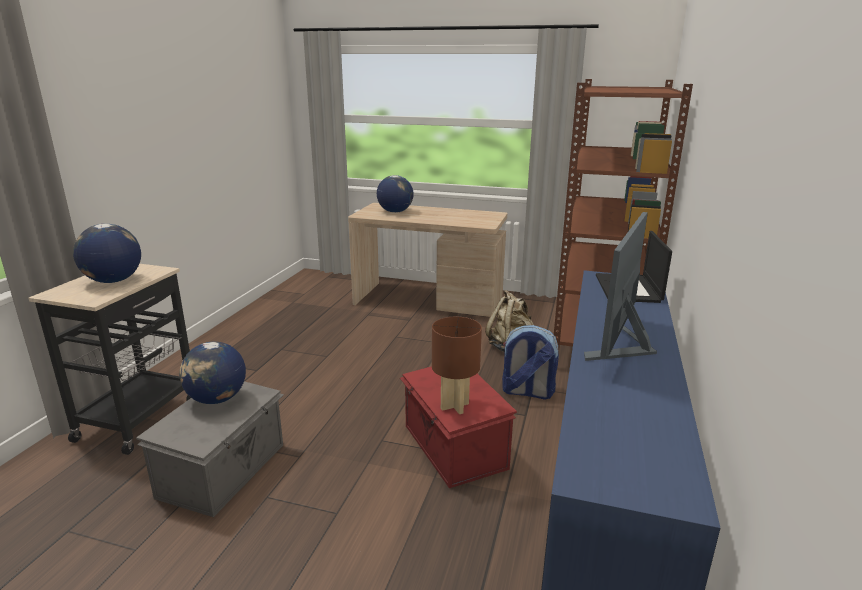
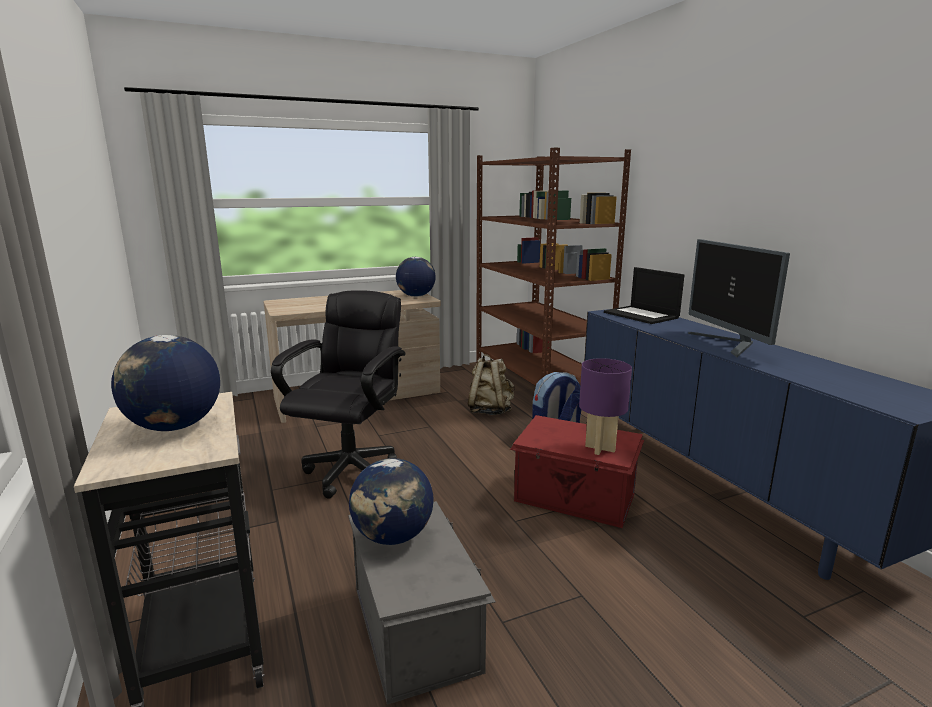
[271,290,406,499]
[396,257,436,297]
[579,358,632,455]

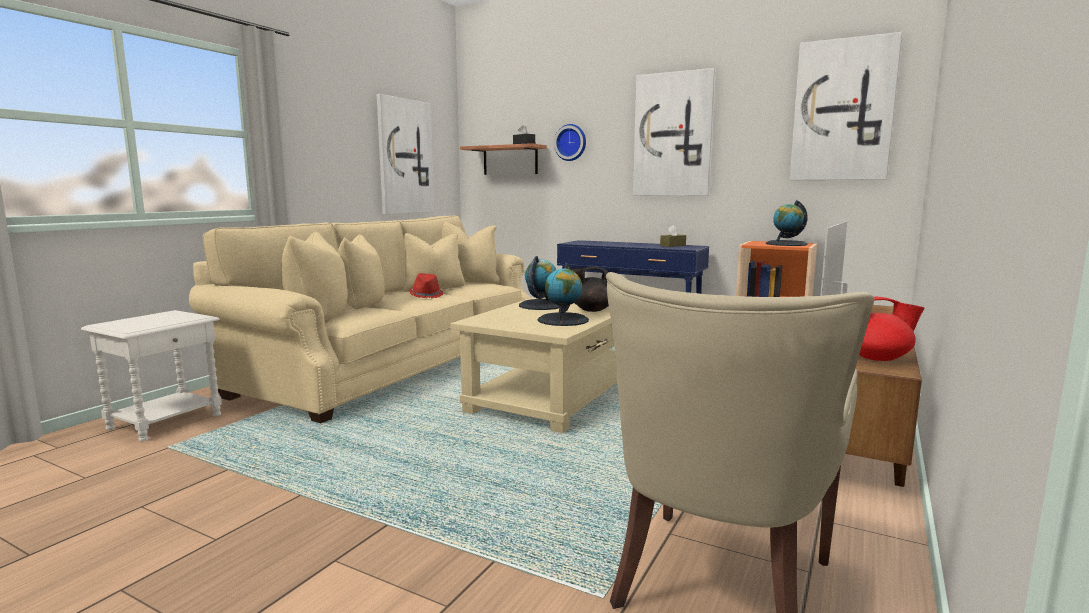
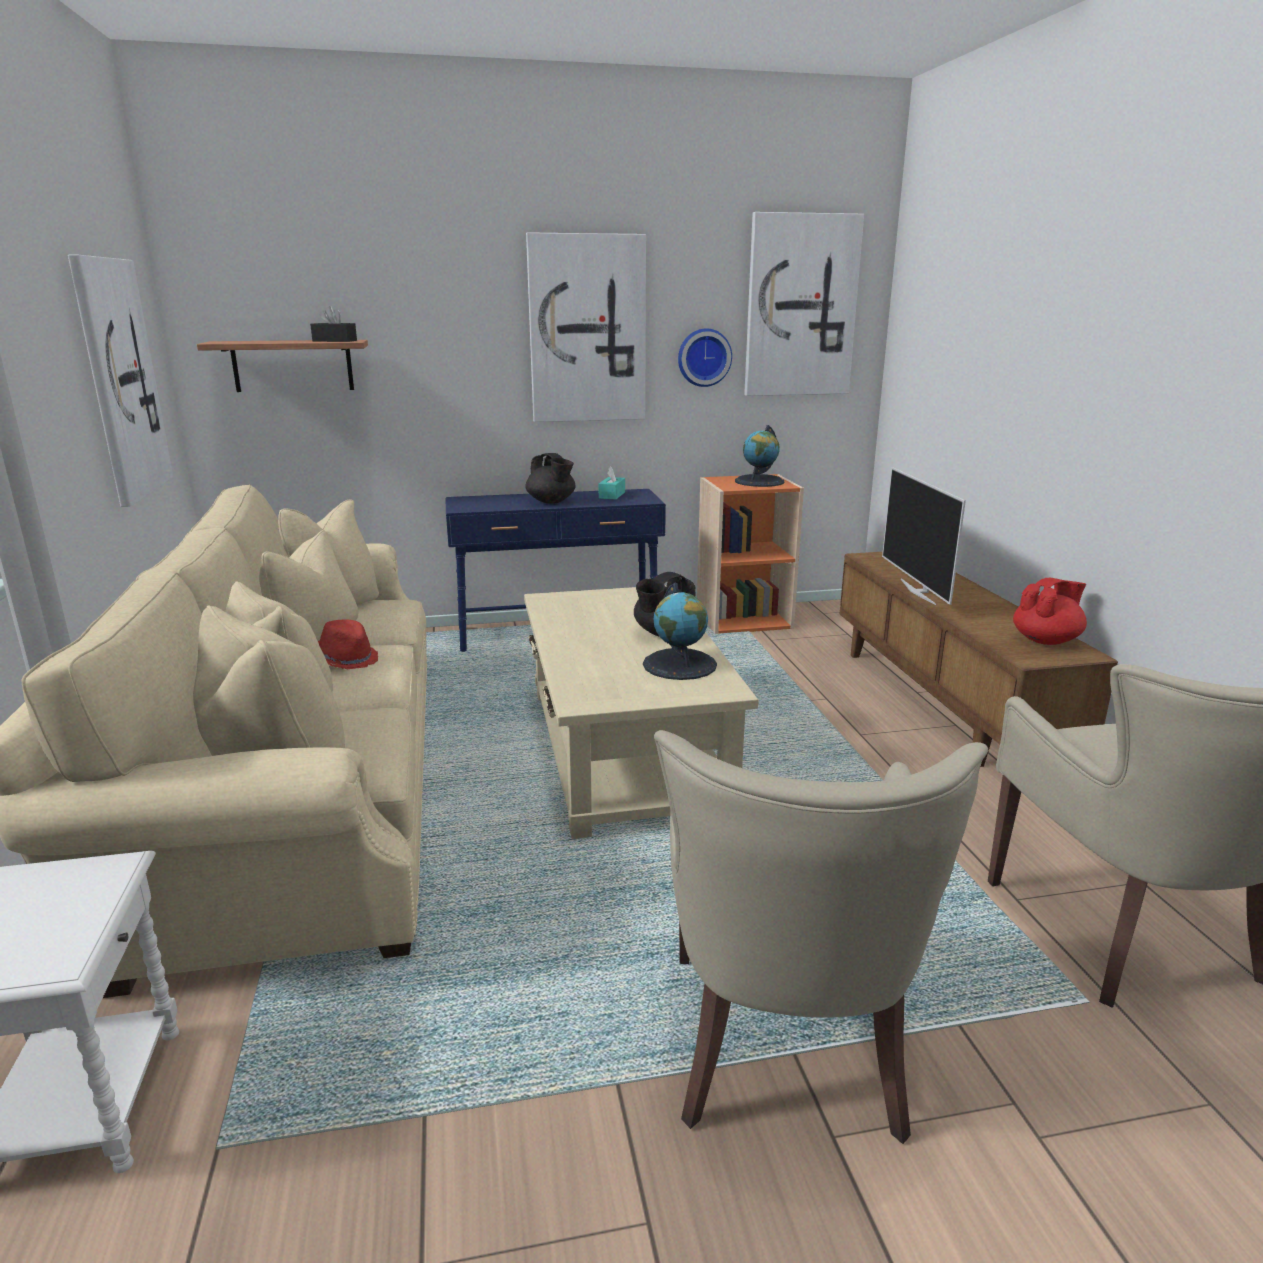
[525,453,576,504]
[599,466,625,500]
[654,730,988,1144]
[678,328,732,387]
[519,256,559,310] (first image)

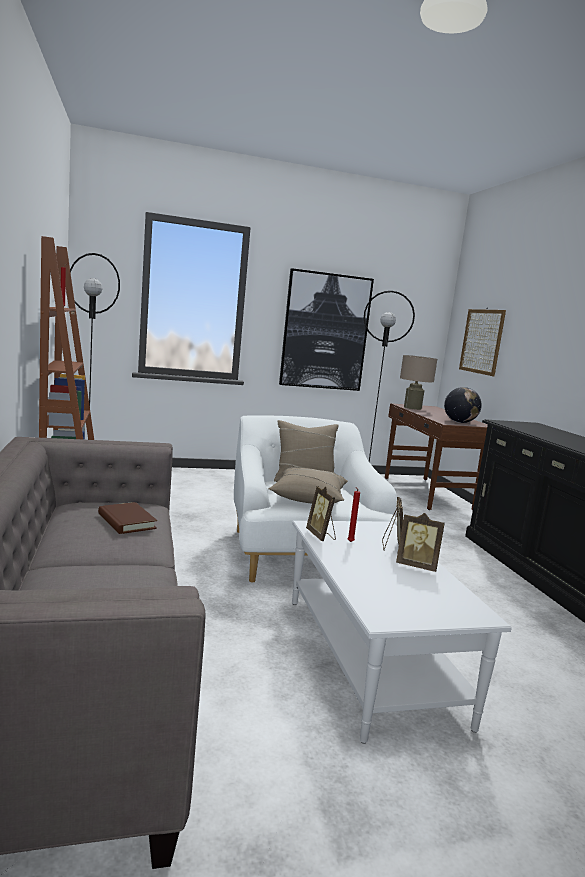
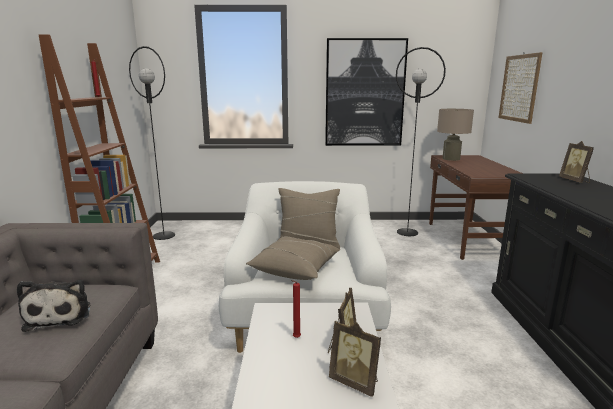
[17,280,90,332]
[559,141,594,183]
[444,387,482,423] (first image)

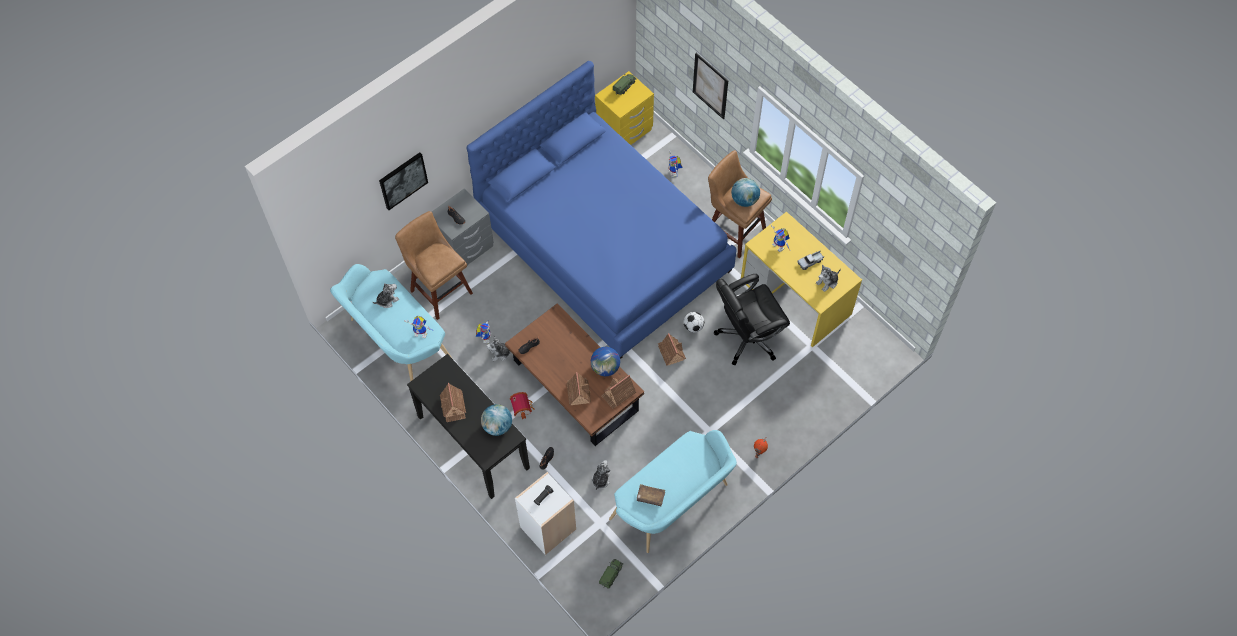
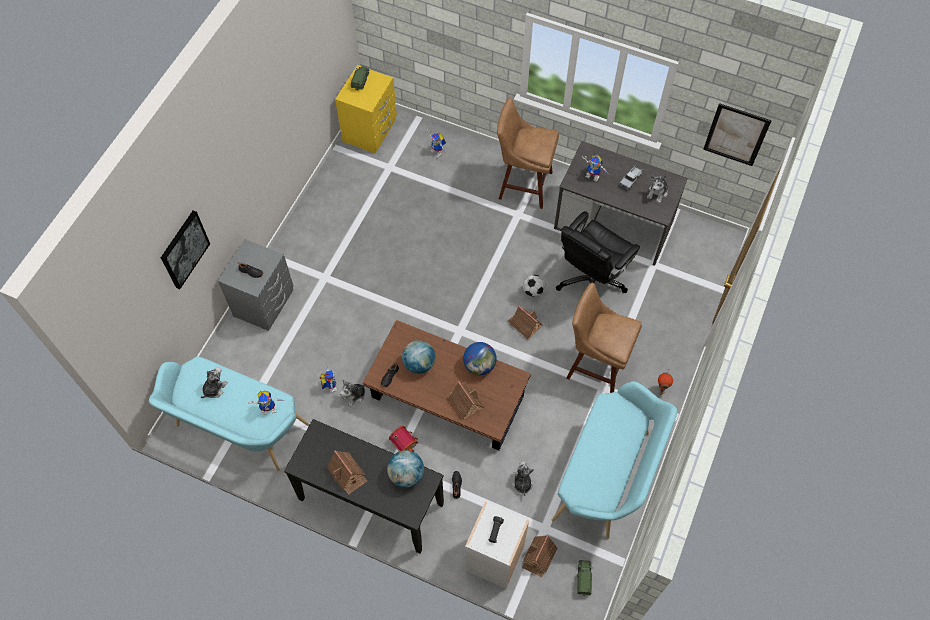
[402,340,435,374]
[522,535,557,577]
[554,141,688,266]
[566,283,642,393]
[703,103,772,166]
[467,61,737,359] (first image)
[637,484,665,506] (first image)

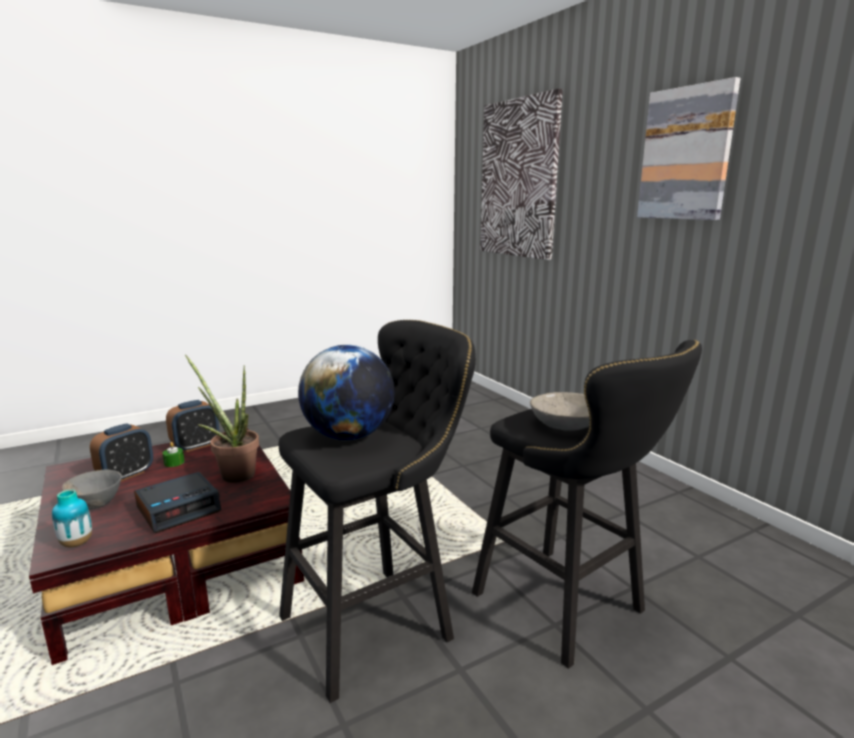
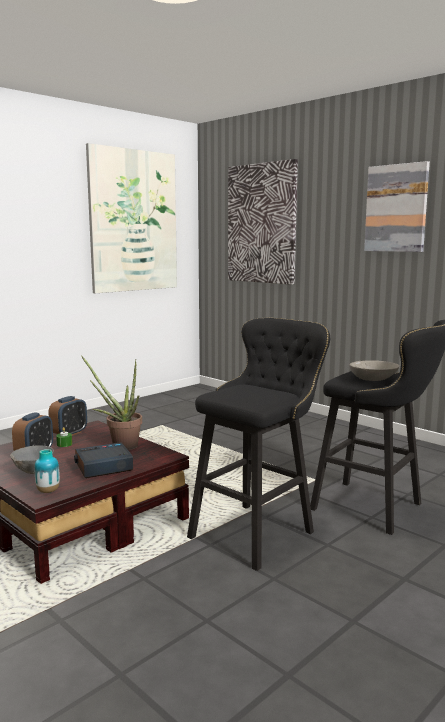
[74,442,133,478]
[86,143,177,293]
[298,345,395,440] (first image)

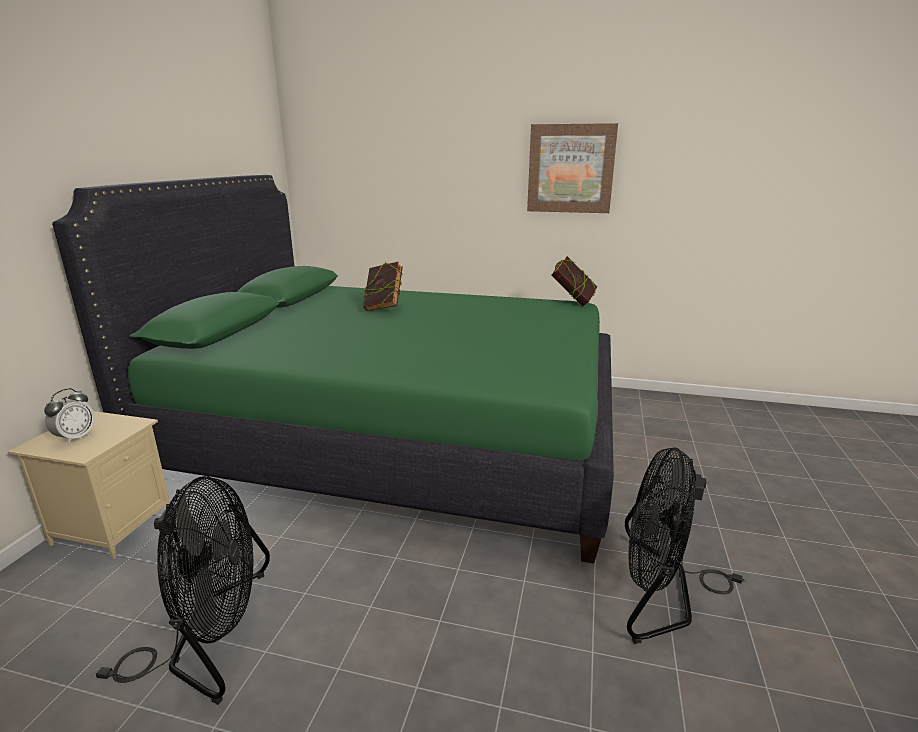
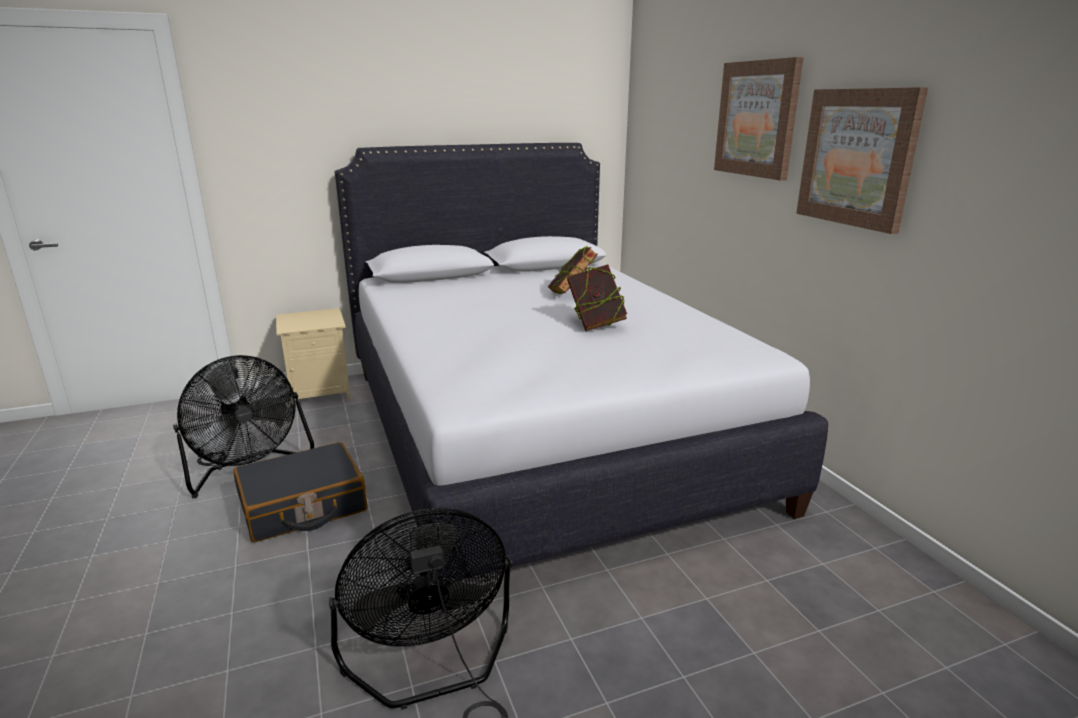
[233,442,367,542]
[335,143,828,611]
[567,264,627,331]
[714,57,803,180]
[44,388,95,444] (first image)

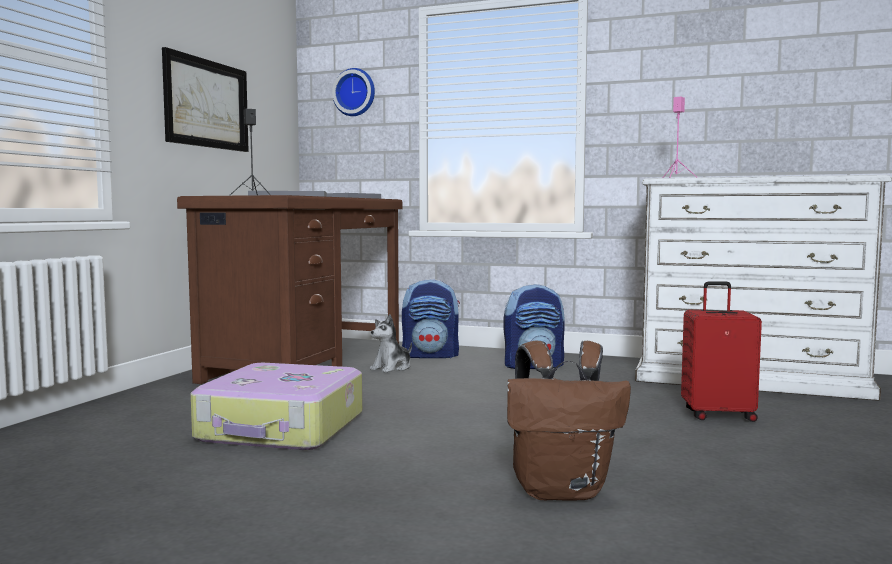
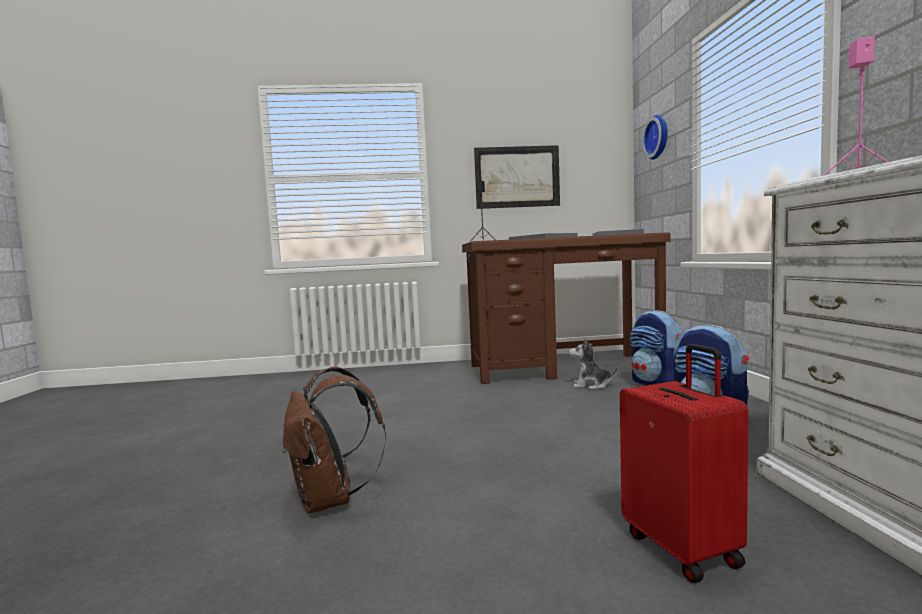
[191,363,363,450] (first image)

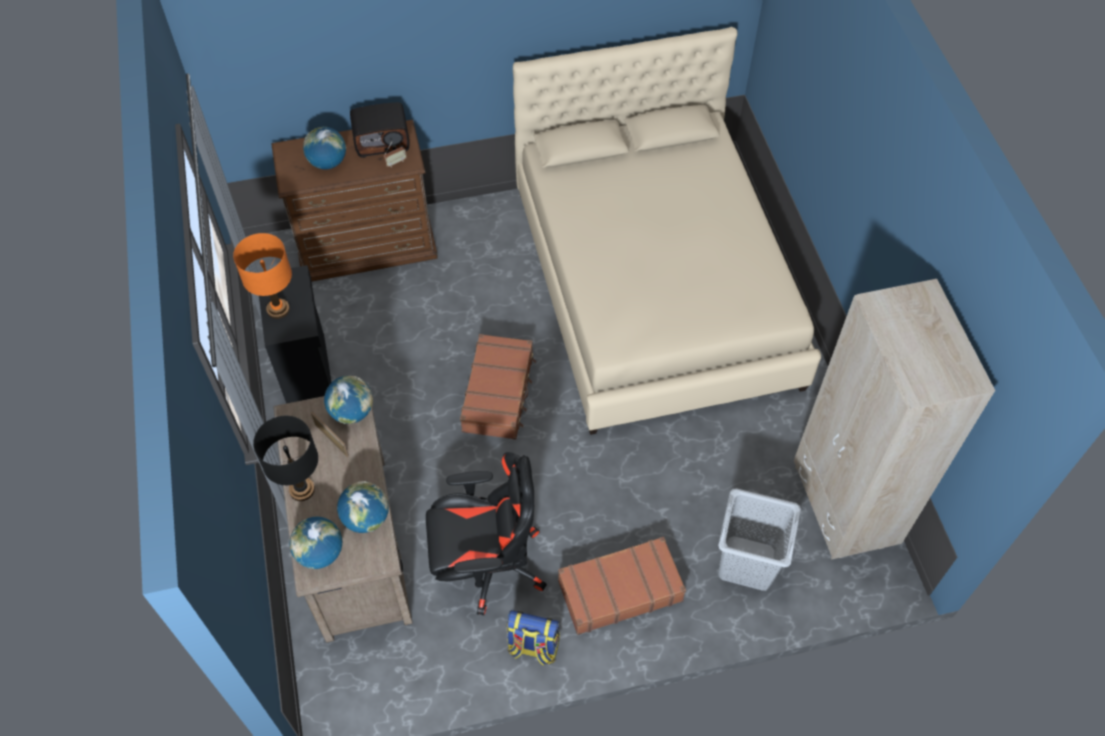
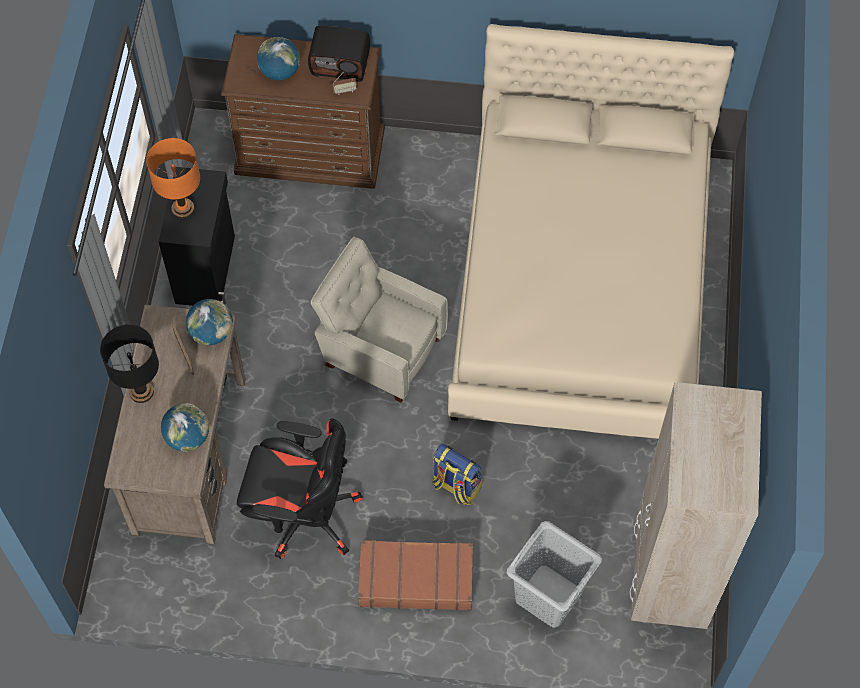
[311,237,448,402]
[432,444,482,505]
[289,517,342,569] (first image)

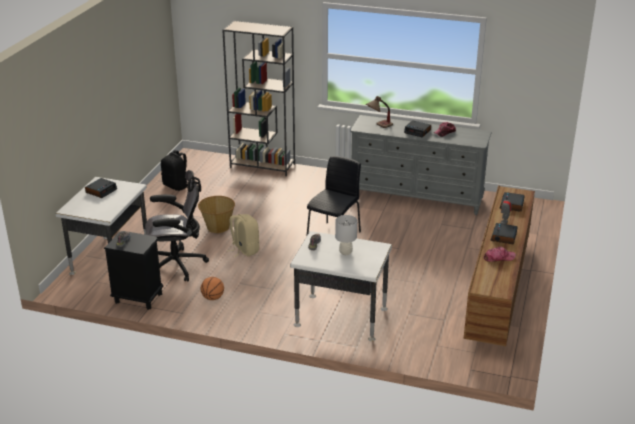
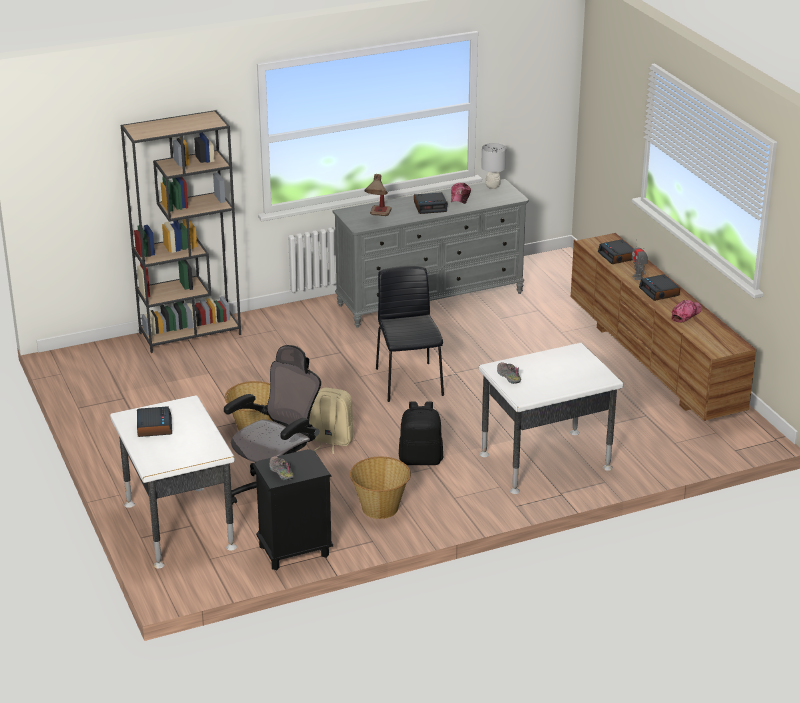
[350,457,411,519]
[399,401,443,465]
[481,143,506,189]

